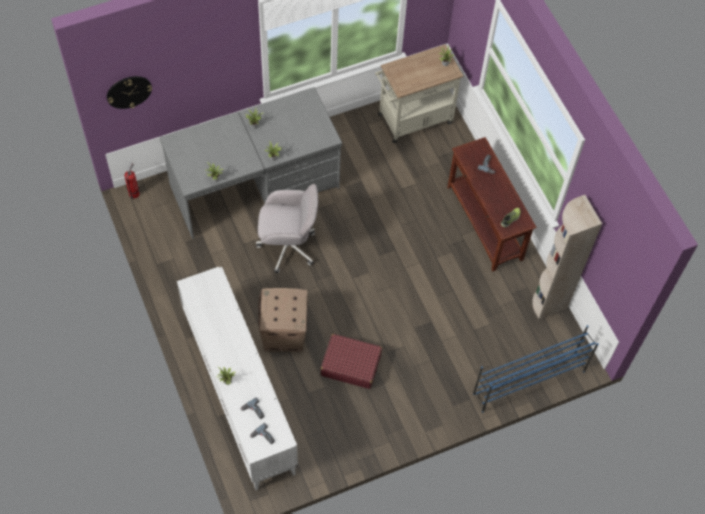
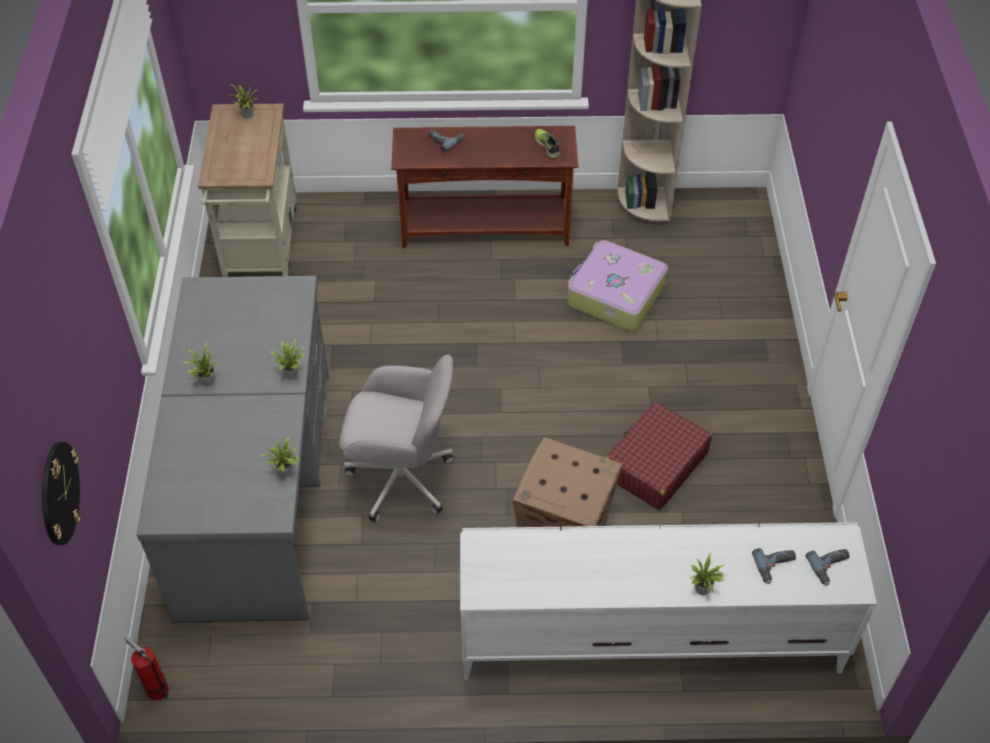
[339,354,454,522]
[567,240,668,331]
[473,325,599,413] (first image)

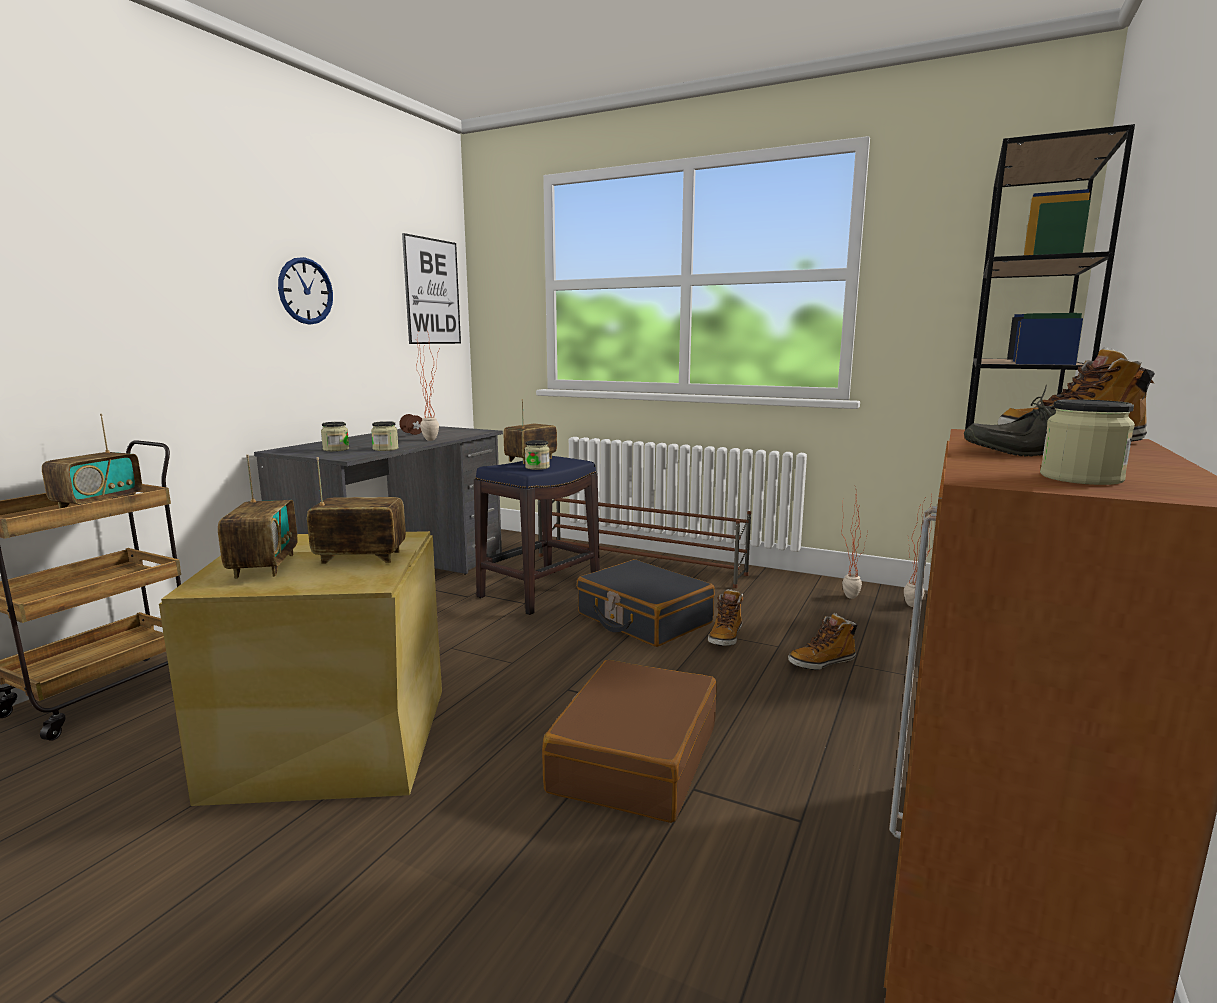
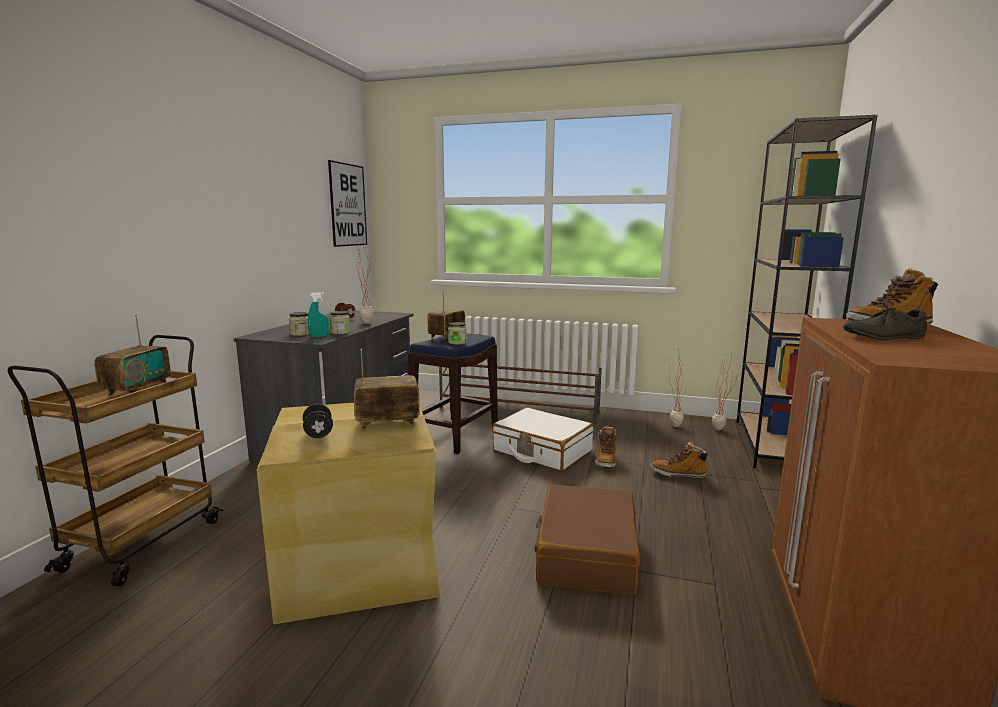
[303,404,333,438]
[308,292,329,337]
[492,408,594,472]
[650,442,709,479]
[278,257,333,325] (first image)
[1040,399,1135,485] (first image)

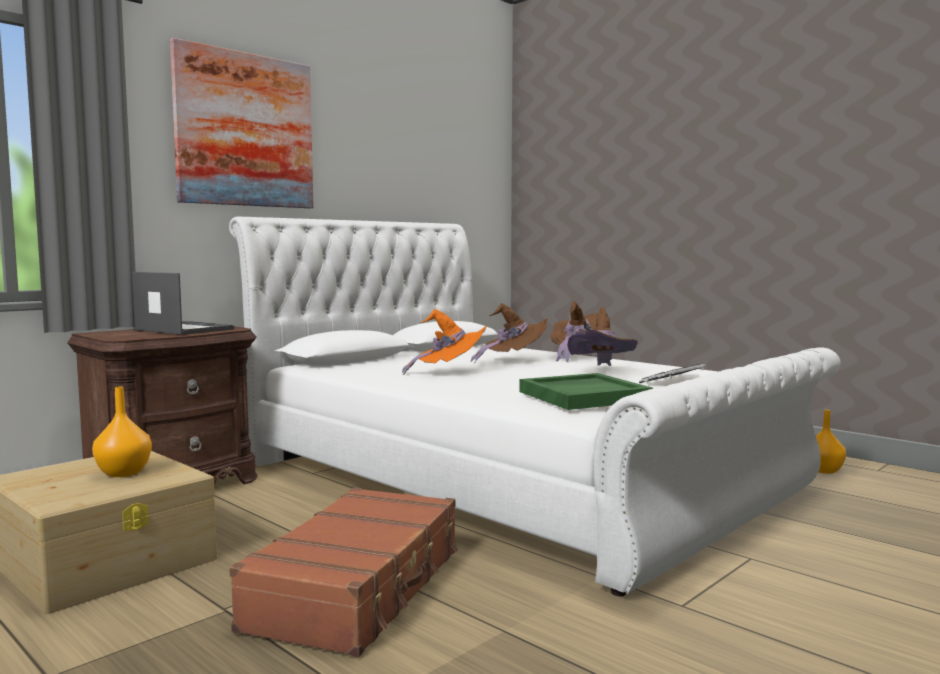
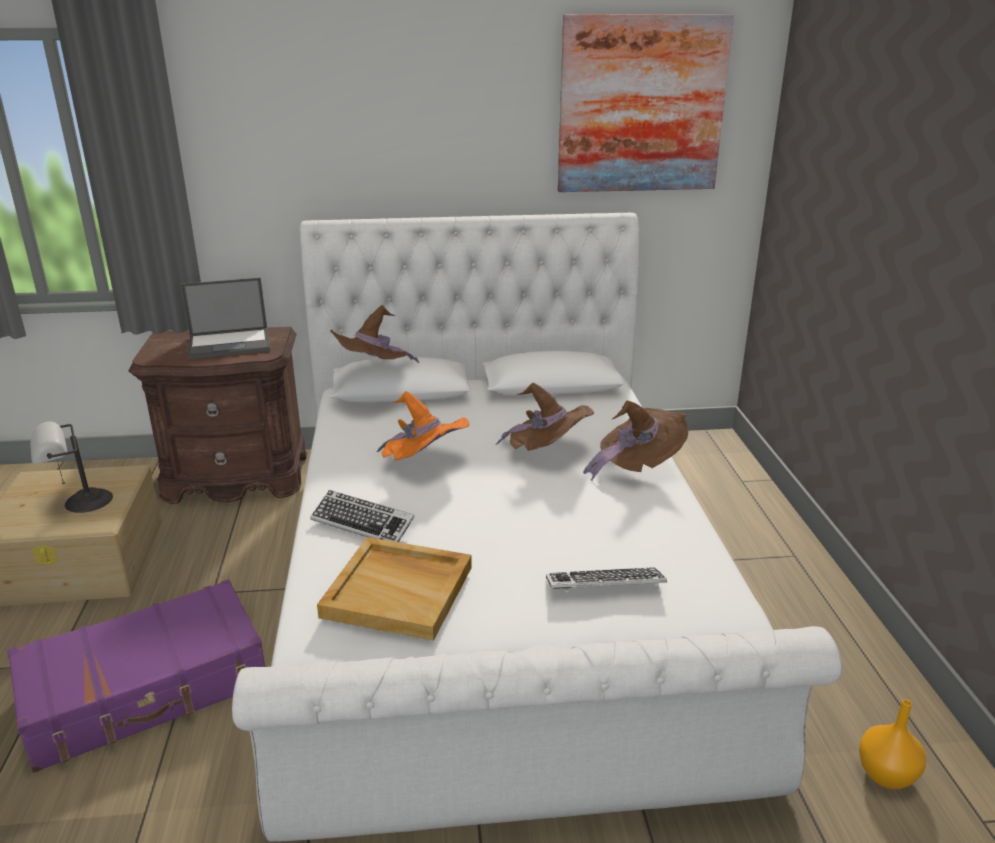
[7,579,265,773]
[30,422,113,513]
[181,278,270,359]
[310,490,415,542]
[317,537,472,641]
[330,305,419,363]
[558,14,734,192]

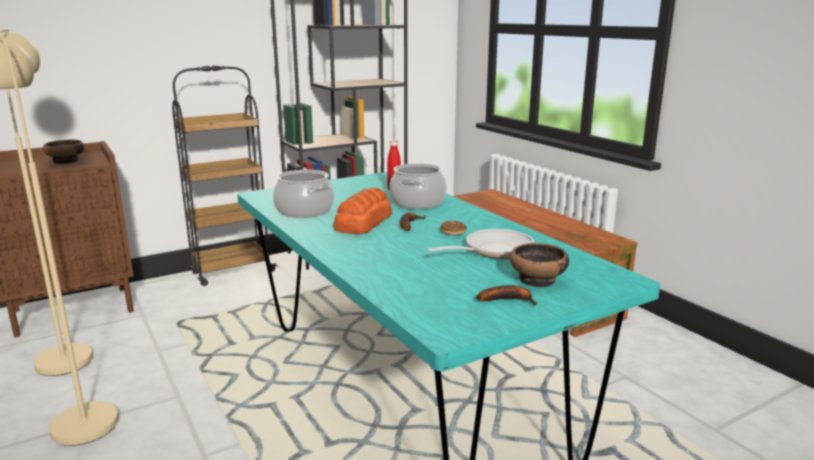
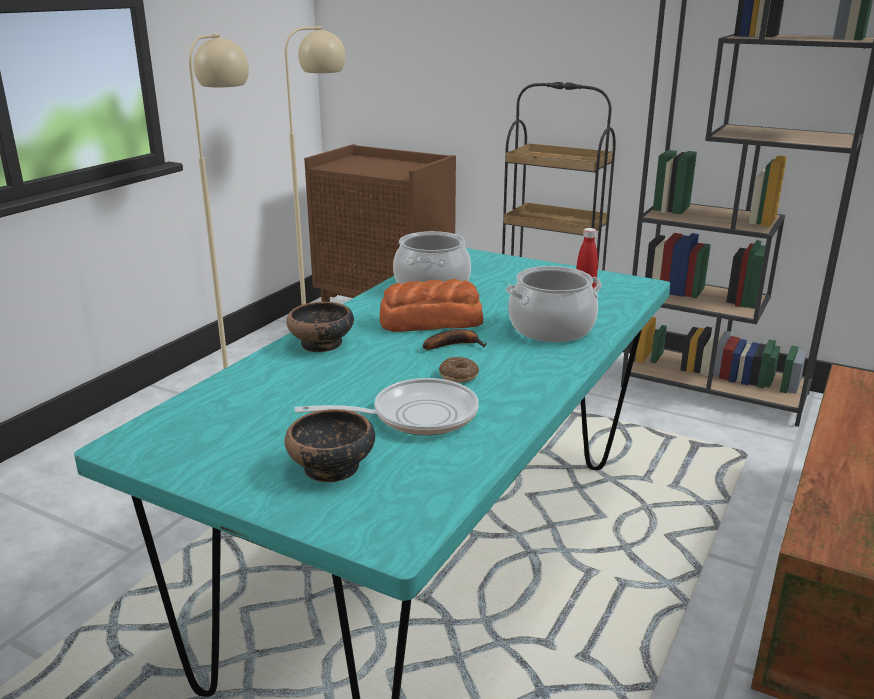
[286,302,354,352]
[294,378,479,435]
[476,285,537,306] (first image)

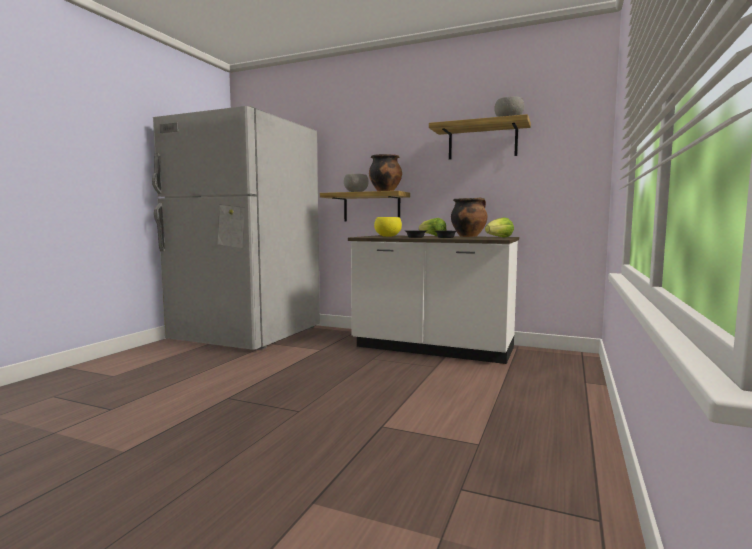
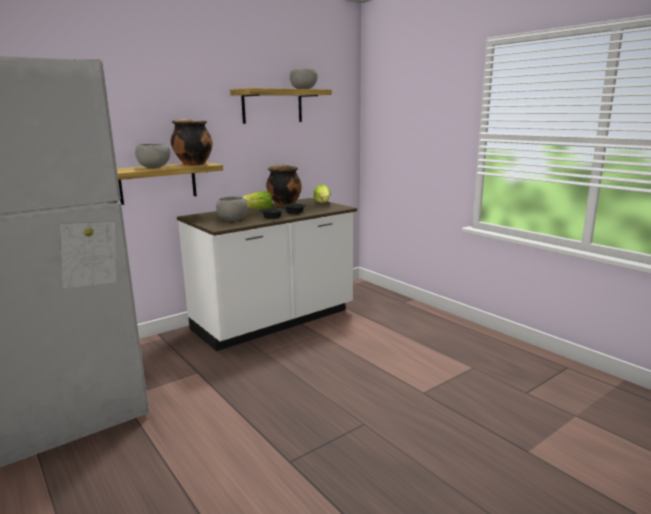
[216,196,248,221]

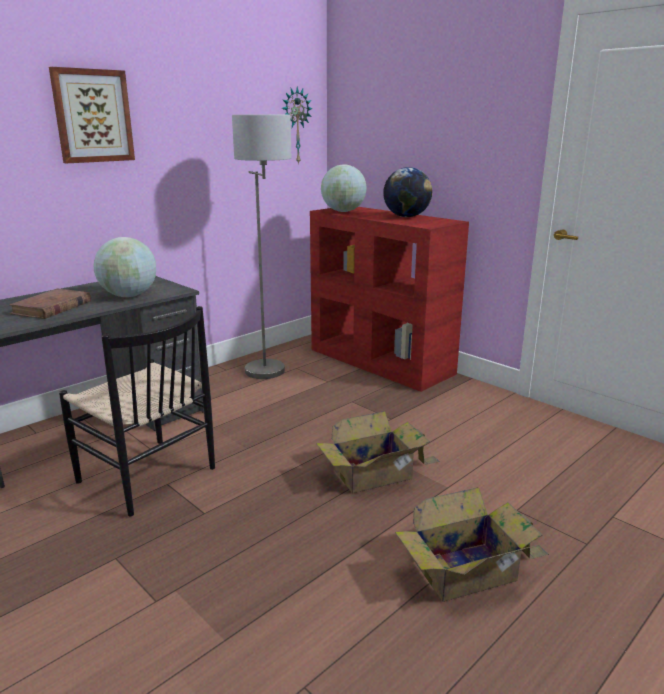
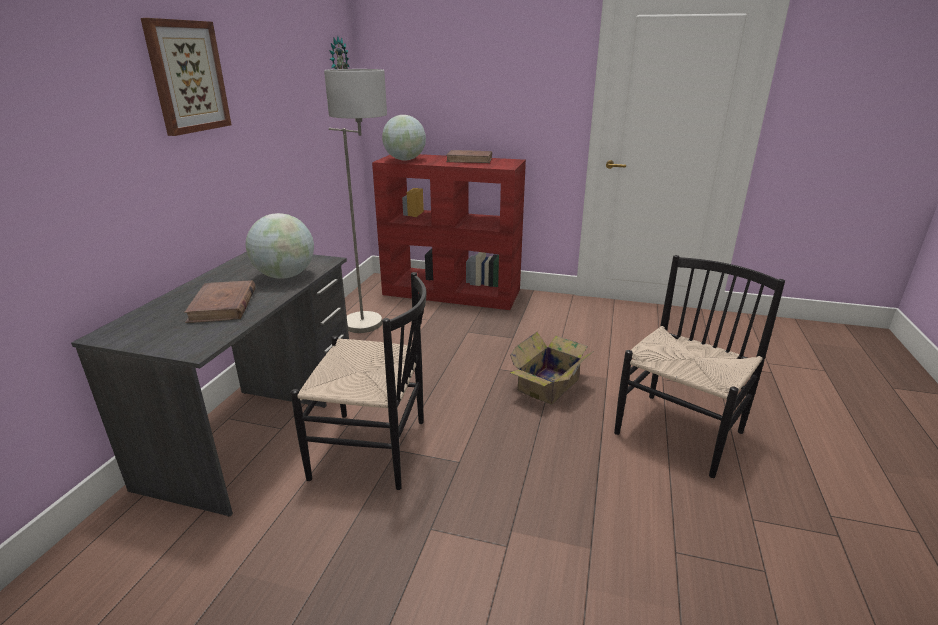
[446,150,492,163]
[614,255,785,478]

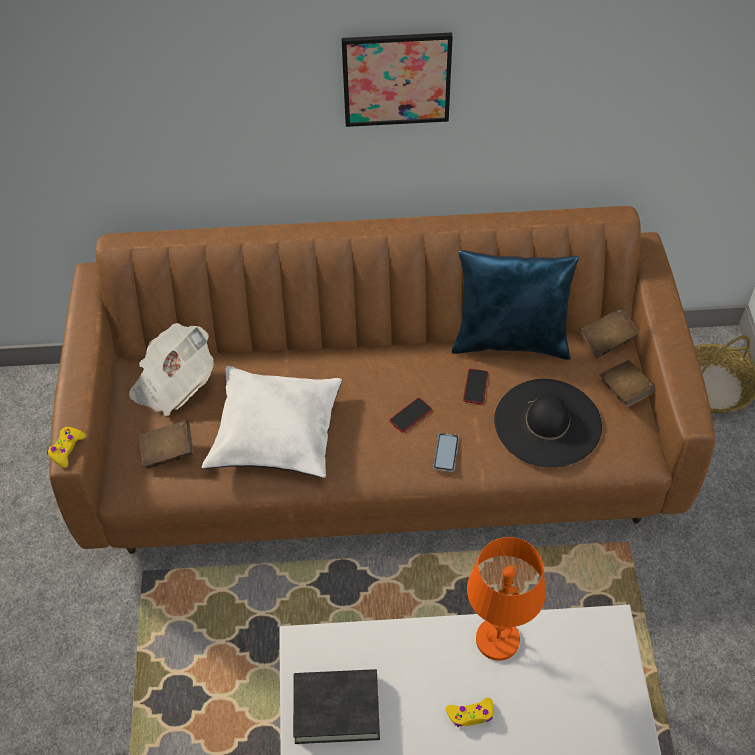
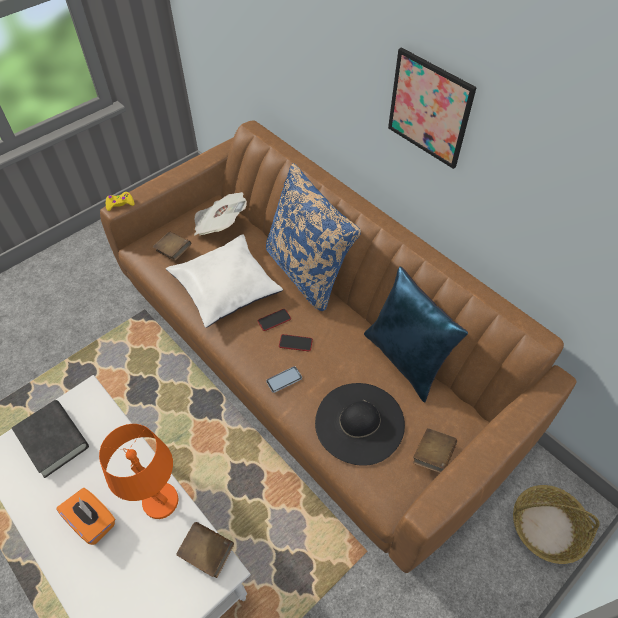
[56,488,116,545]
[176,522,234,578]
[258,309,291,331]
[266,163,361,311]

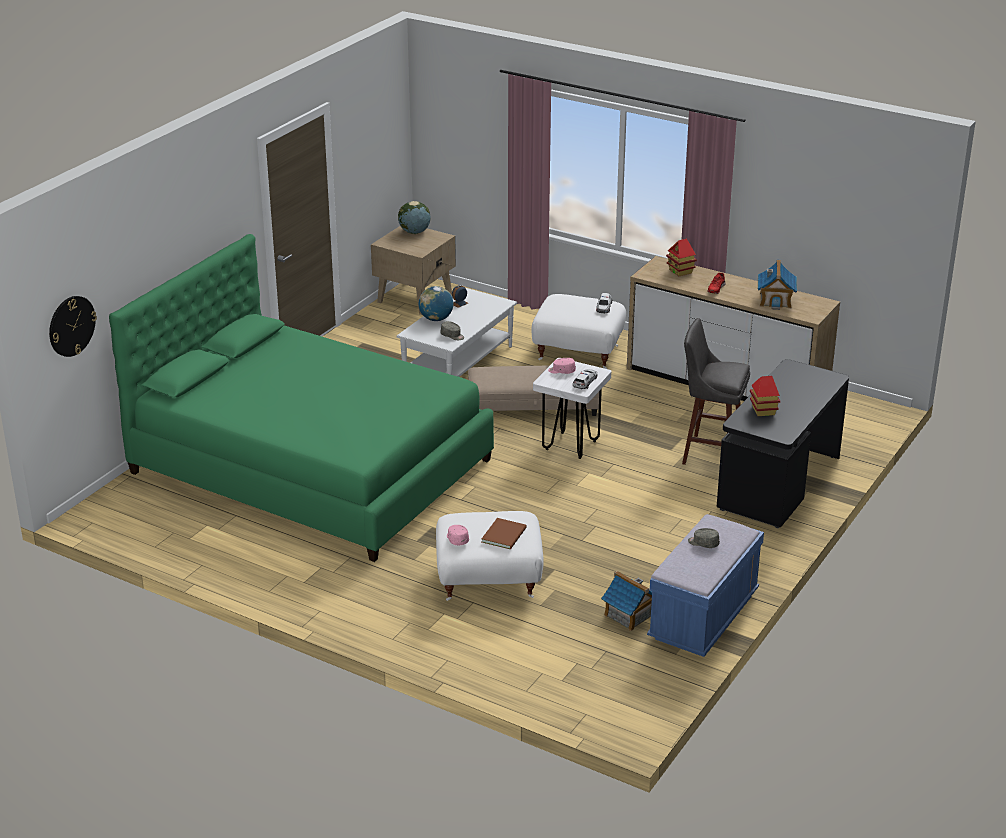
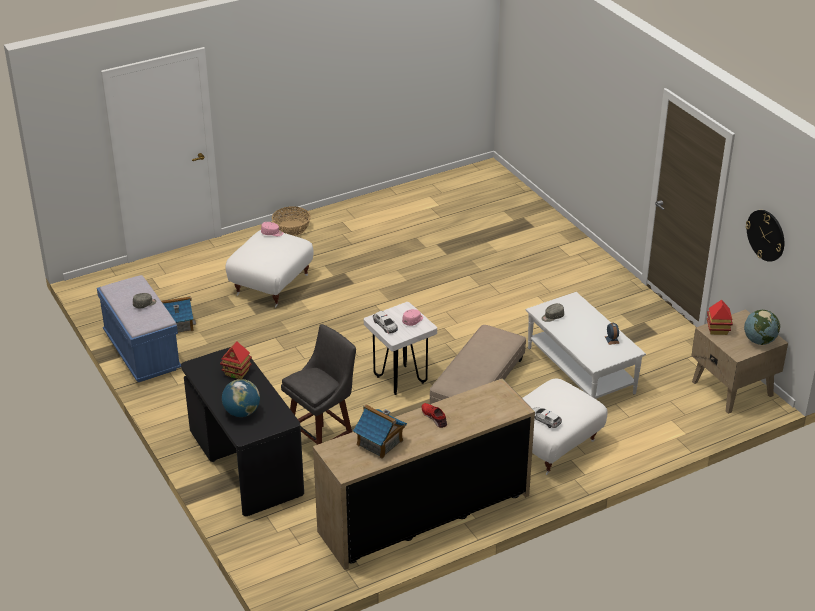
[222,379,260,417]
[272,206,311,236]
[707,300,733,335]
[746,210,784,262]
[109,234,494,562] (first image)
[482,518,527,549] (first image)

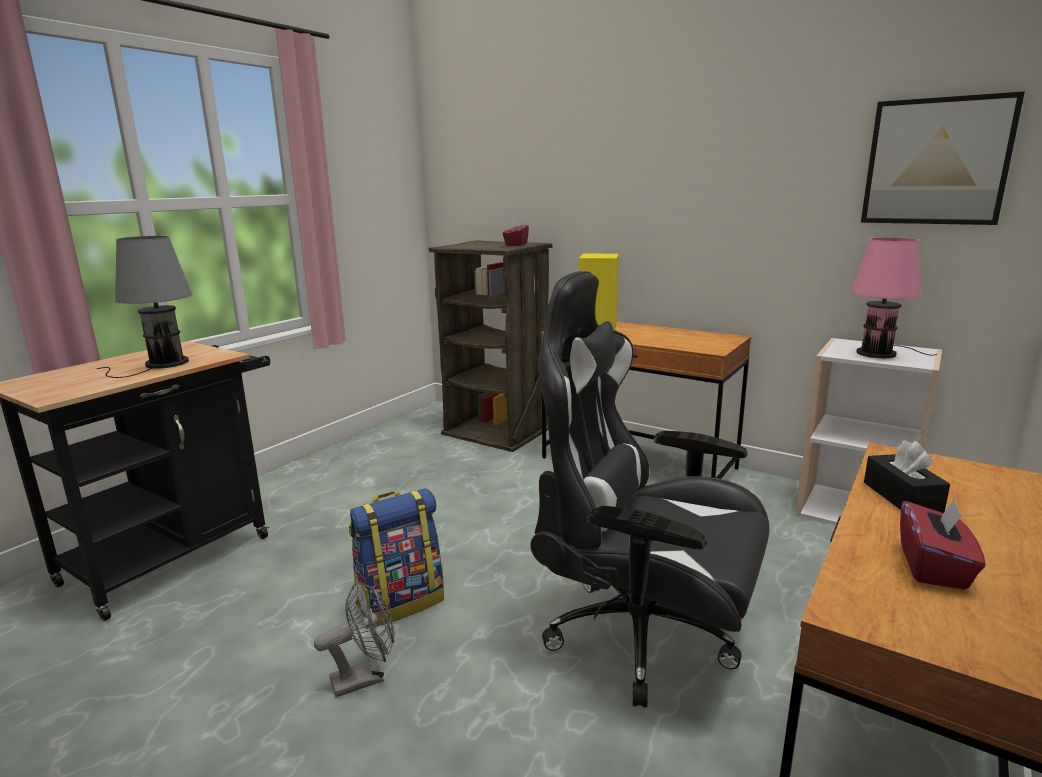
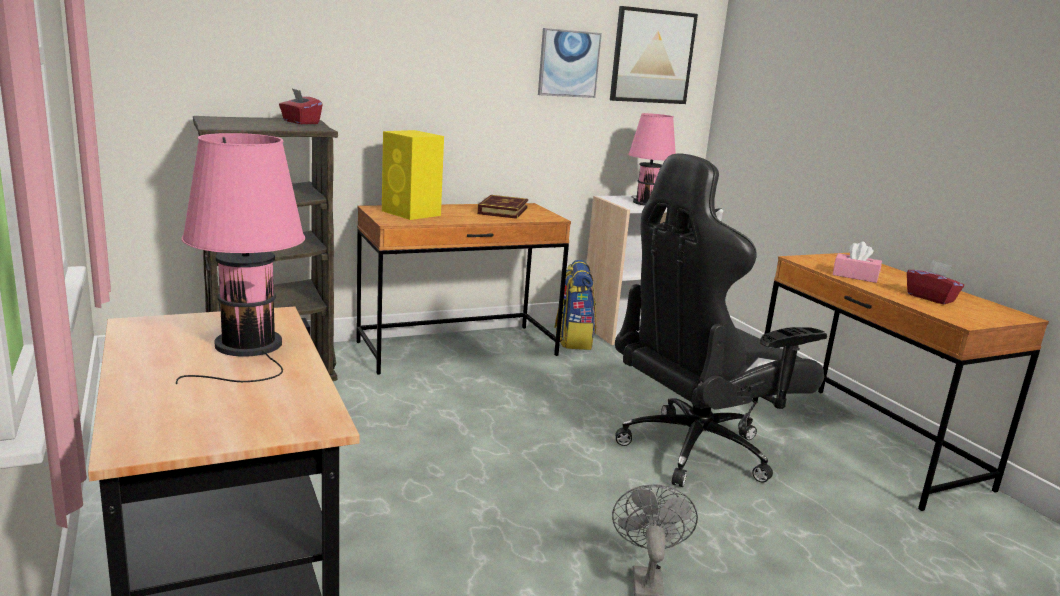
[176,133,305,384]
[477,195,528,219]
[538,28,602,98]
[555,260,596,350]
[833,242,882,283]

